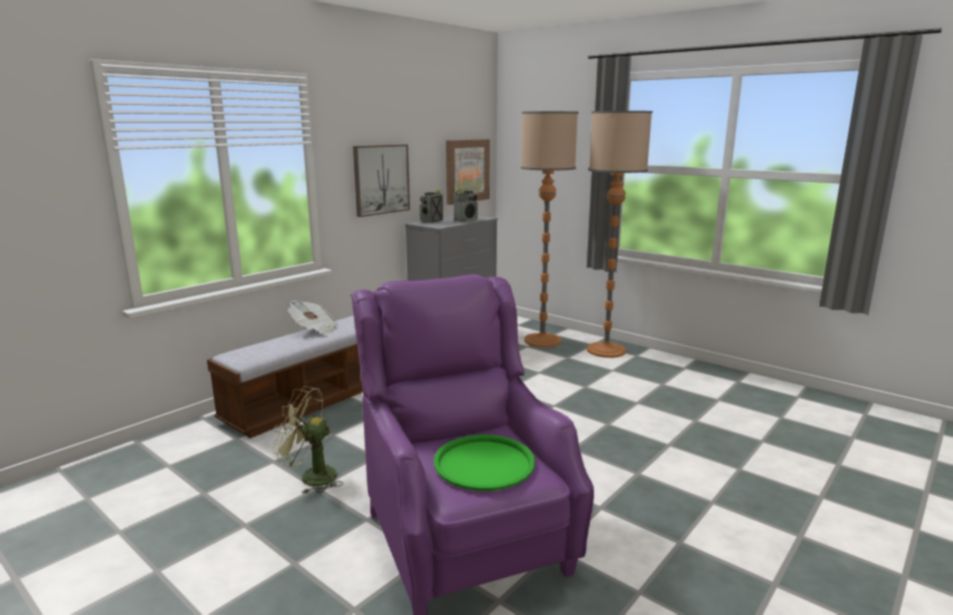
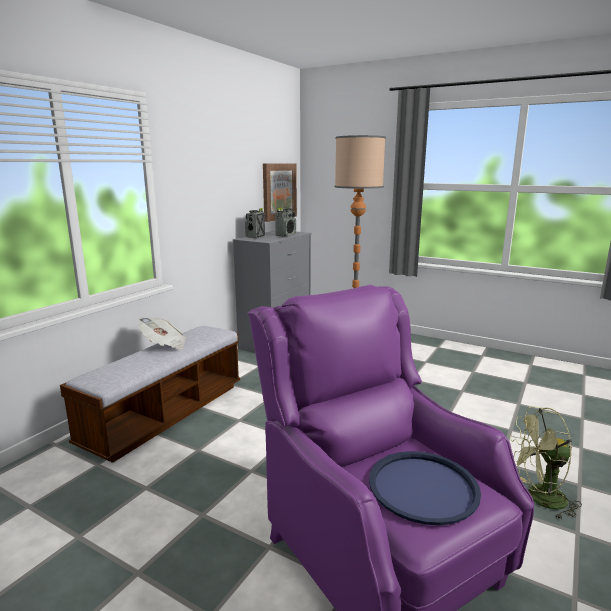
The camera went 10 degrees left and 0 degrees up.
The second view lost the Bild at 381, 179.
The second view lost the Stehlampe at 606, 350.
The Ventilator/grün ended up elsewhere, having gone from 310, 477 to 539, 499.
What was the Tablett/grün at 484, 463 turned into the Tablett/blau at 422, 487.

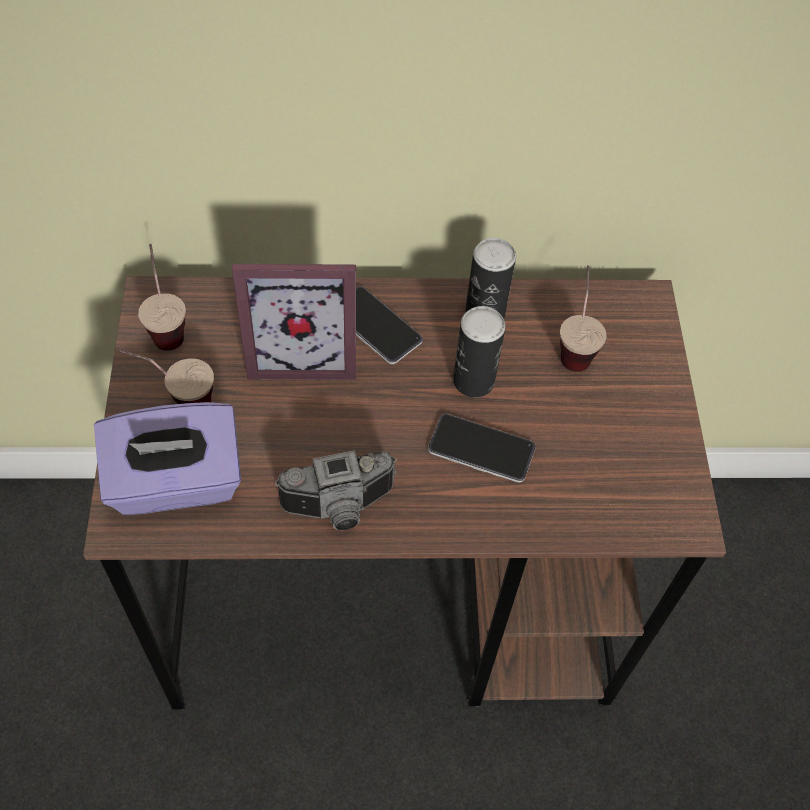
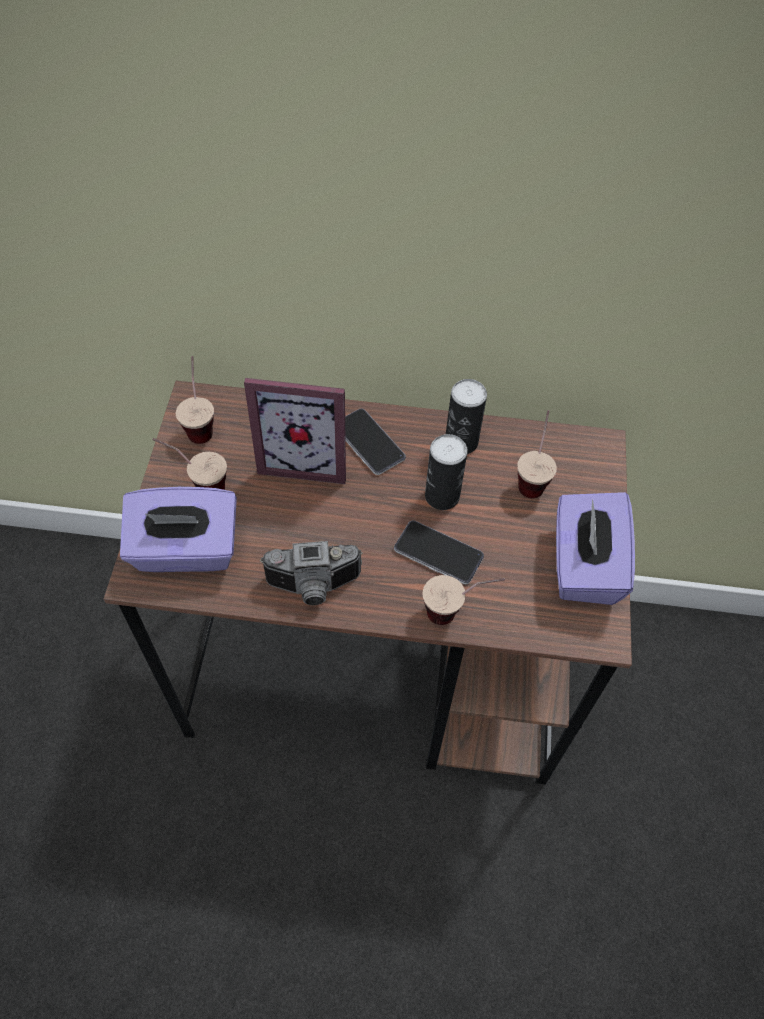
The camera went 10 degrees right and 0 degrees up.
The second view gained the Tasse at 458, 612.
The second view gained the Taschentuchbox/lila at 583, 565.

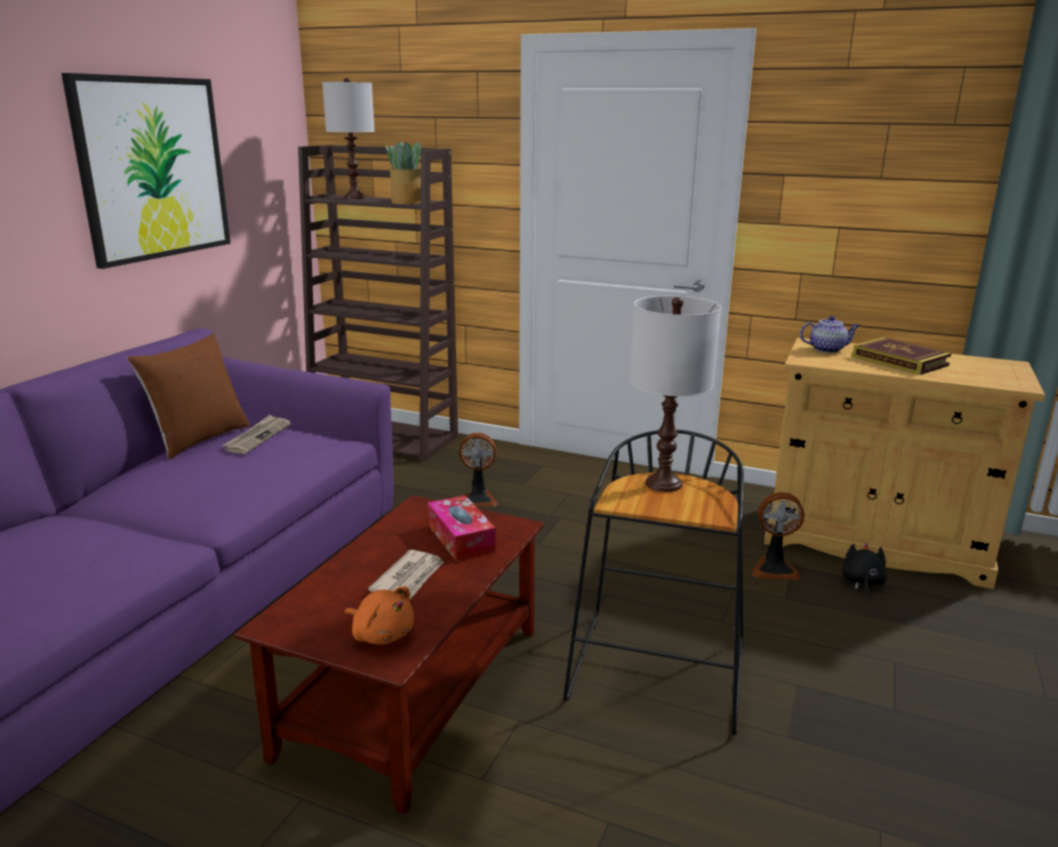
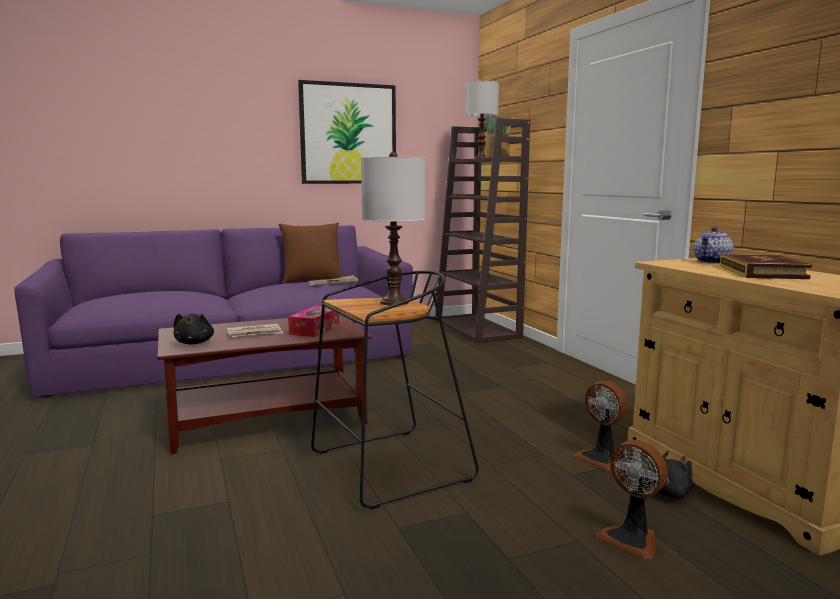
The camera went 45 degrees right and 10 degrees down.
The Ventilator ended up elsewhere, having gone from 478, 499 to 632, 539.
What was the Plüschtier/orange at 381, 634 turned into the Plüschtier/schwarz at 195, 343.
The Teekanne at 827, 349 ended up facing another way, 90 degrees clockwise from before.

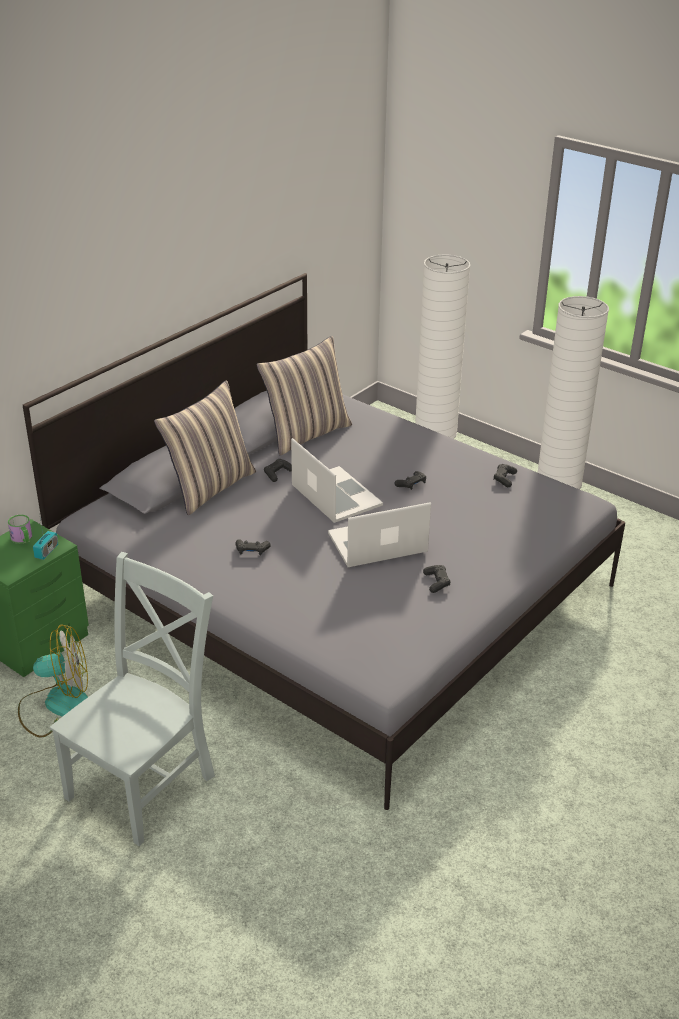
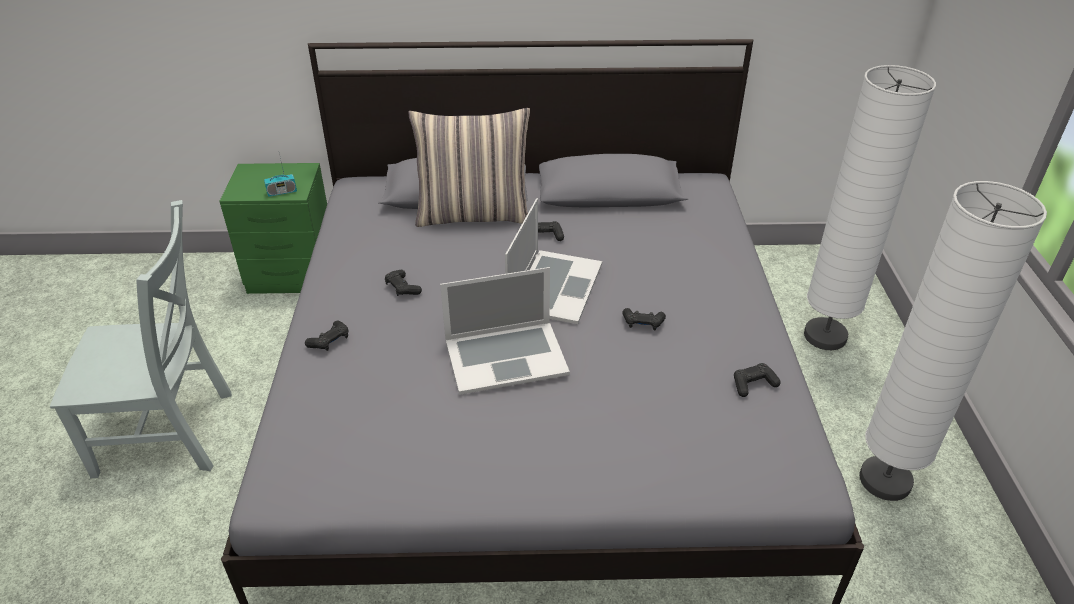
The camera went 50 degrees right and 5 degrees up.
The second view lost the Henkelbecher at 23, 539.
The second view lost the Ventilator at 56, 705.
The second view lost the Kissen at 306, 433.
The Gamepad/schwarz ended up elsewhere, having gone from 436, 582 to 329, 341.
The Laptop at 377, 543 ended up facing another way, 135 degrees clockwise from before.

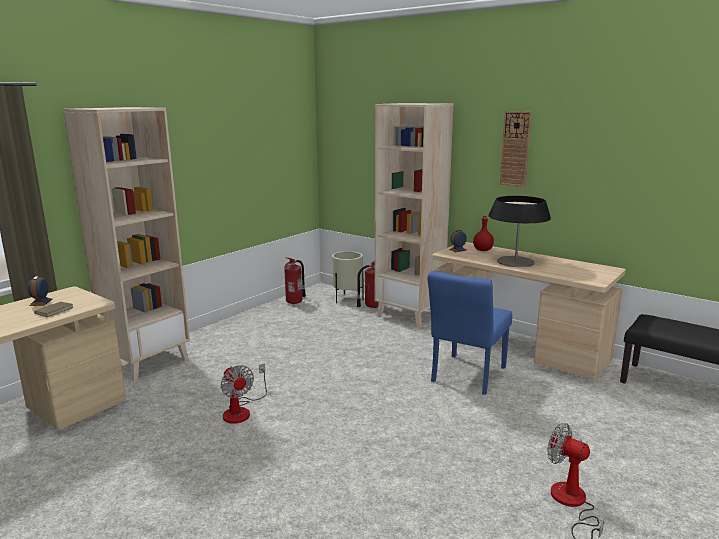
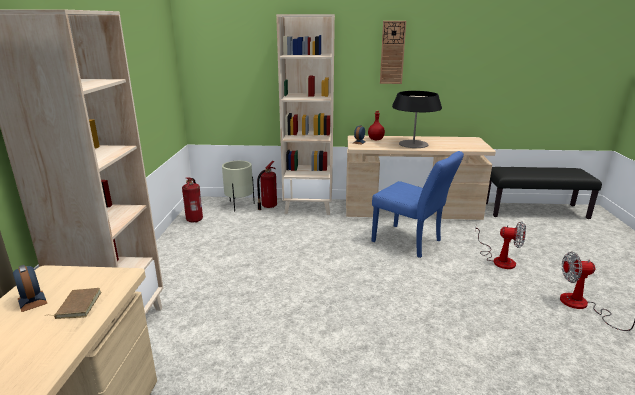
The camera went 35 degrees left and 5 degrees up.
The Ventilator ended up elsewhere, having gone from 241, 410 to 499, 259.
The Stuhl/blau at 466, 377 ended up facing another way, 45 degrees counterclockwise from before.

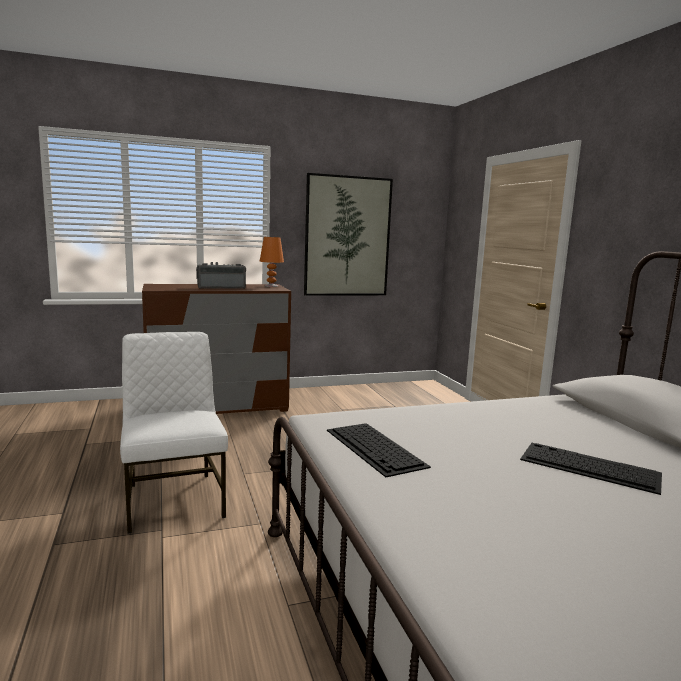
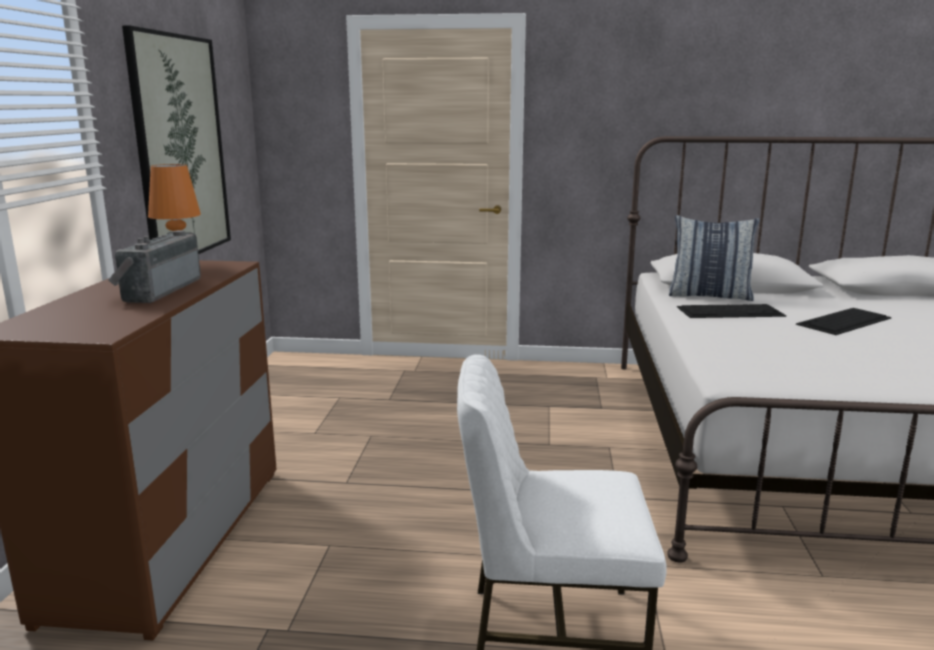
The camera went 65 degrees left and 5 degrees up.
The second view gained the Kissen at 709, 295.
The Tastatur ended up elsewhere, having gone from 376, 448 to 731, 311.

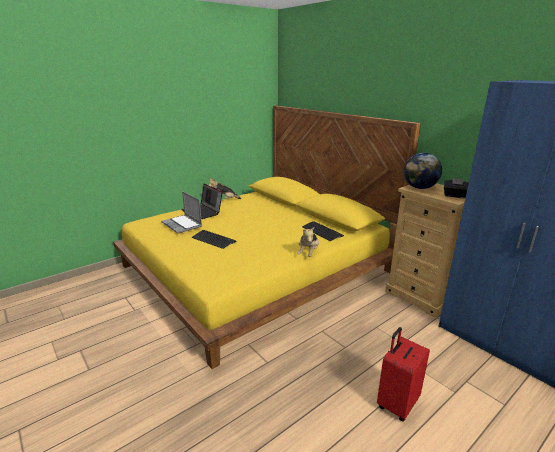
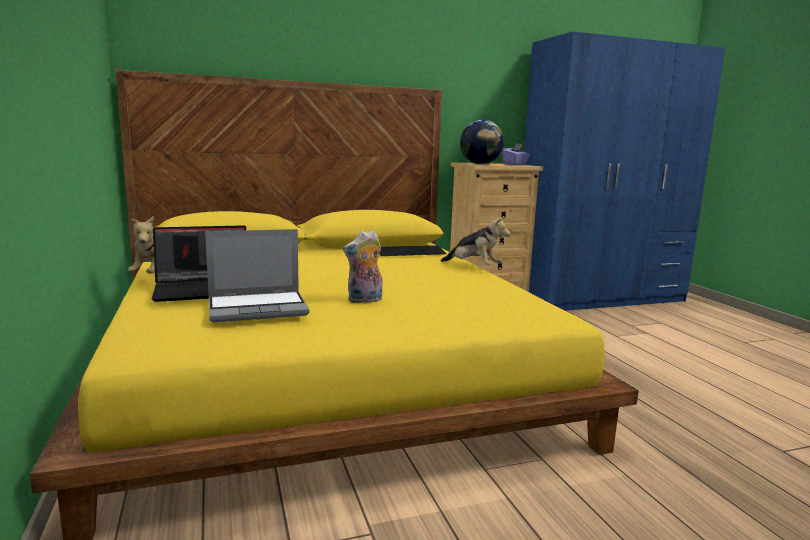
The camera went 70 degrees left and 10 degrees down.
The second view lost the Koffer/rot at 397, 403.
Where the Tastatur stood at 213, 239, the Plüschtier came to stand at 365, 300.
What was the Taschentuchbox/schwarz at 454, 196 turned into the Taschentuchbox/lila at 515, 164.

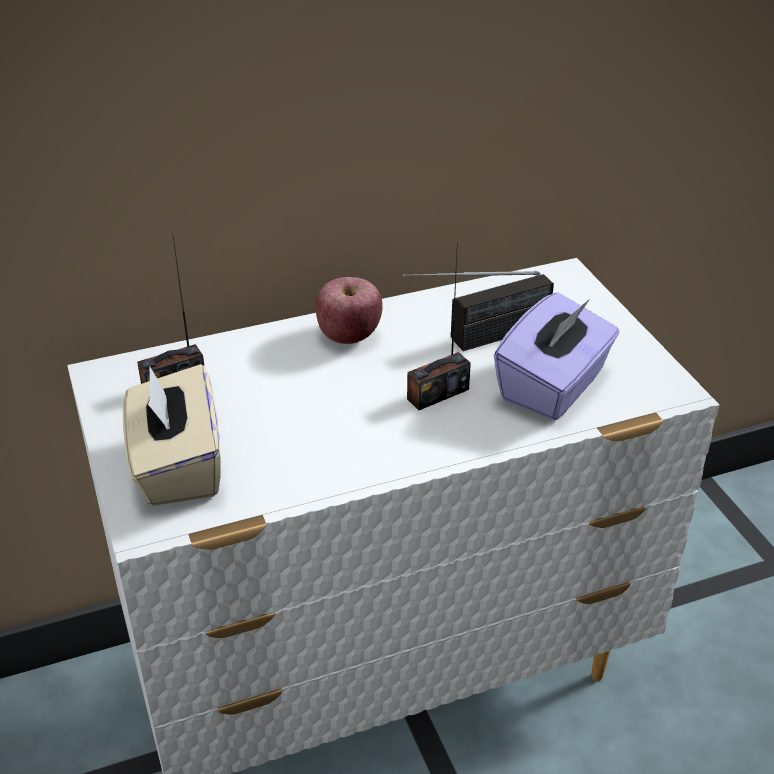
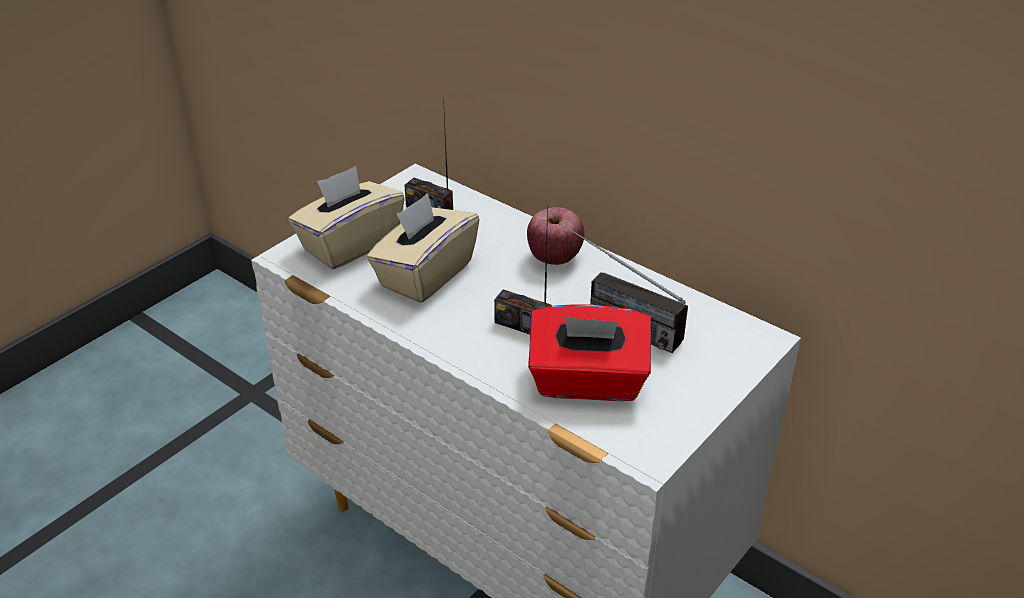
The camera went 60 degrees right and 0 degrees up.
The second view gained the Taschentuchbox/beige at 425, 274.
What was the Taschentuchbox/lila at 553, 387 turned into the Taschentuchbox/rot at 587, 382.

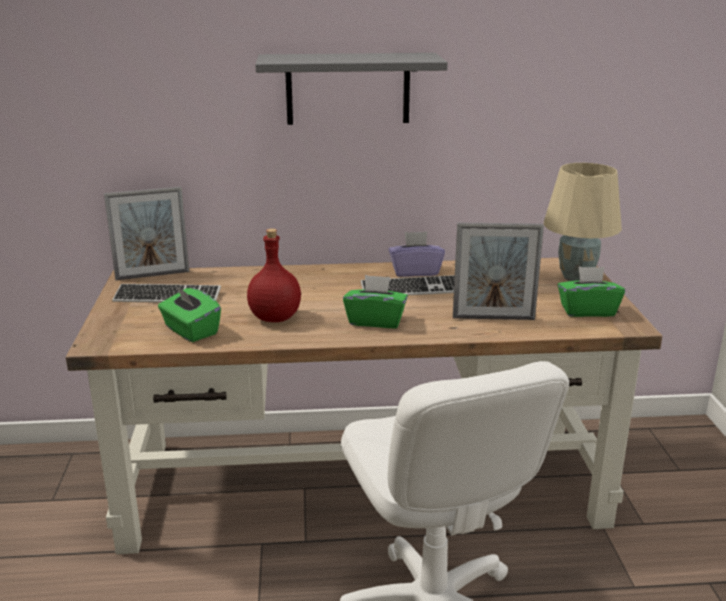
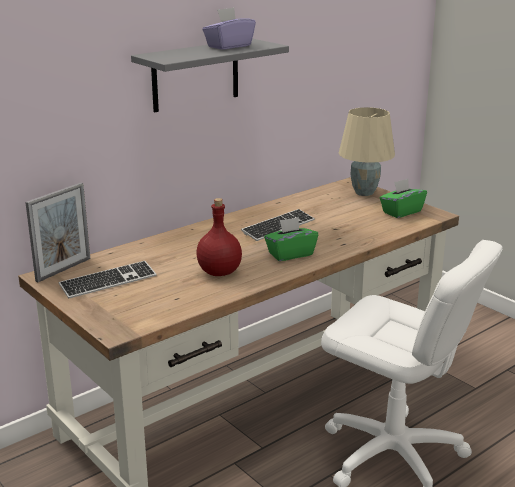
The camera went 35 degrees left and 0 degrees up.
The second view lost the Taschentuchbox/grün at 190, 331.
The second view lost the Bilderrahmen at 493, 318.
The Taschentuchbox/lila ended up elsewhere, having gone from 415, 271 to 229, 46.

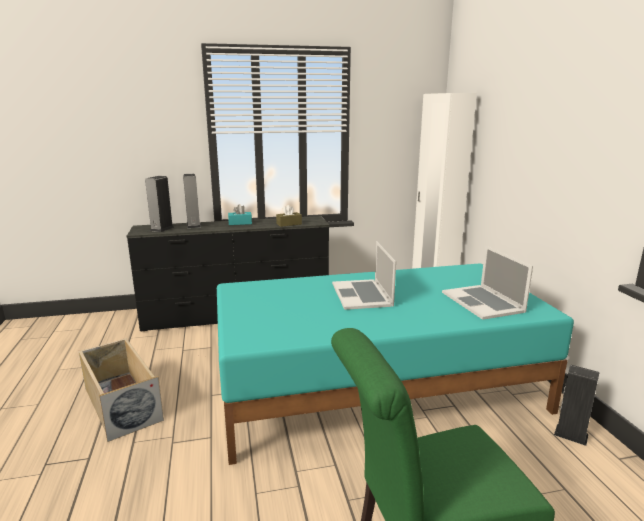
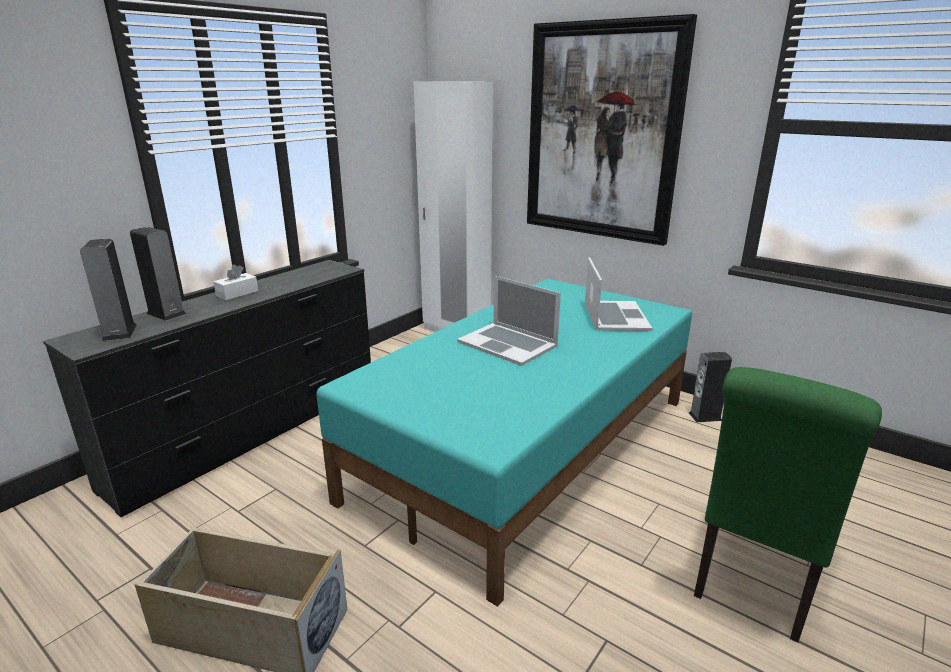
The camera went 40 degrees left and 5 degrees up.
The second view lost the Taschentuchbox/braun at 289, 224.
The second view gained the Bild at 602, 133.
What was the Taschentuchbox/türkis at 240, 223 turned into the Taschentuchbox/weiß at 237, 293.
The Laptop at 482, 302 ended up facing another way, 120 degrees counterclockwise from before.

